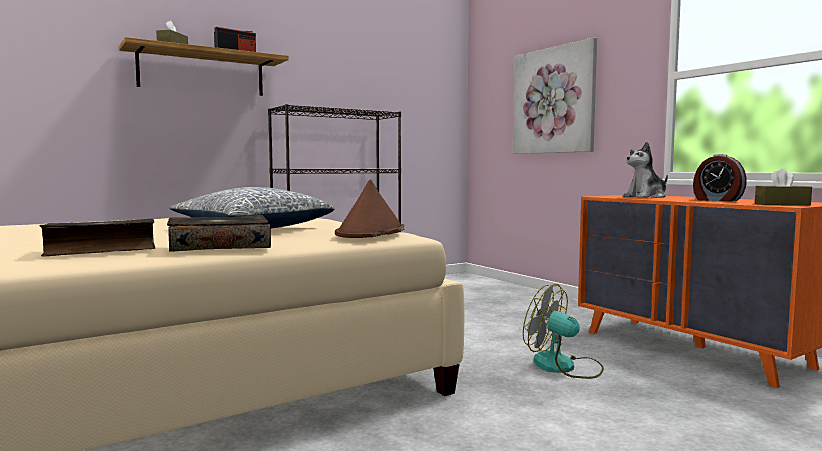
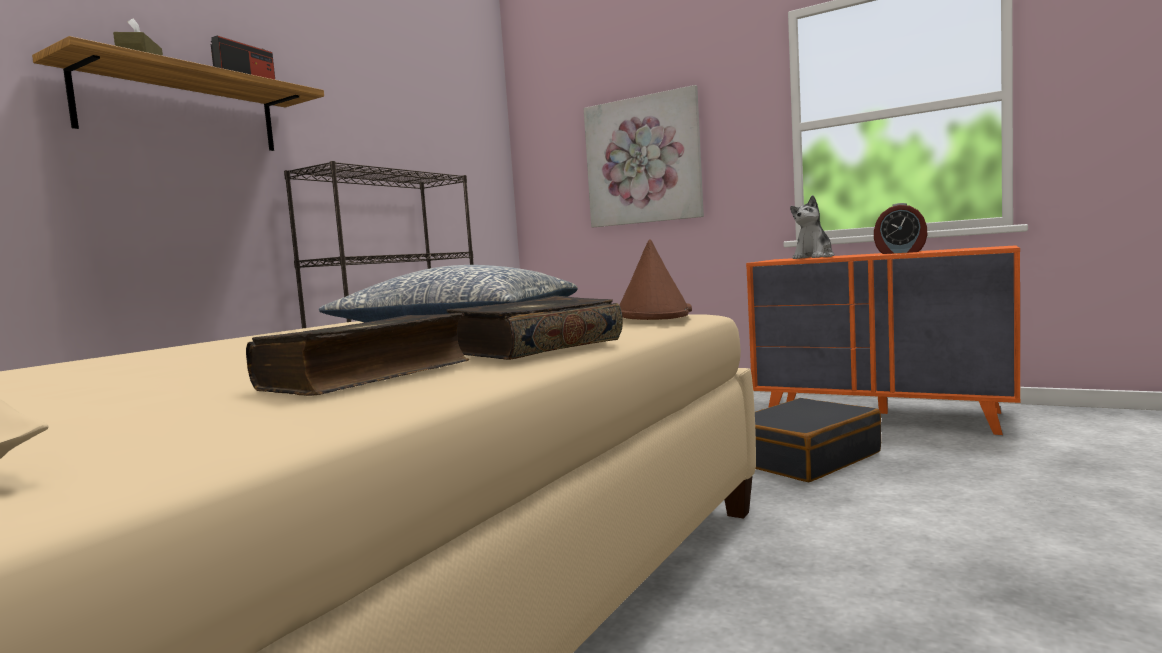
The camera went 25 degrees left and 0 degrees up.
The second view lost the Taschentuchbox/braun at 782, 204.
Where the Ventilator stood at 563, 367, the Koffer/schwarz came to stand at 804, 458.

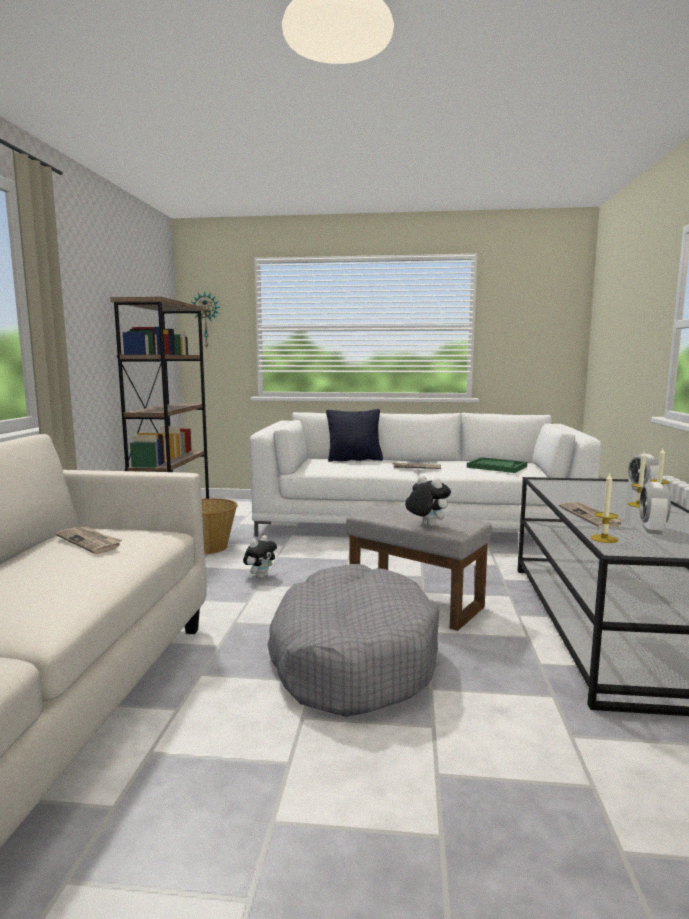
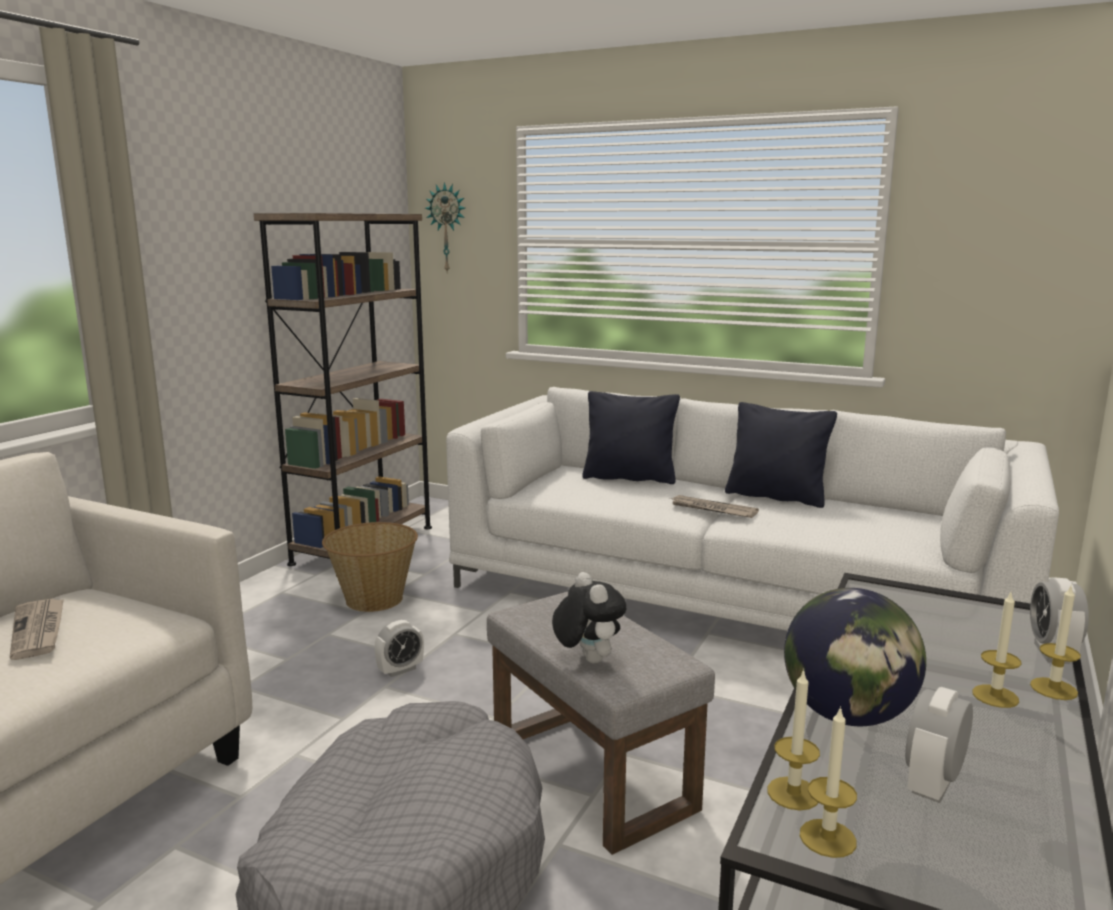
The camera went 20 degrees right and 5 degrees up.
The second view lost the Tablett/grün at 496, 467.
The second view gained the Kissen/schwarz at 776, 497.
The second view gained the Kerze at 827, 838.
Where the Plüschtier stood at 260, 576, the Wecker came to stand at 400, 670.
Where the Zeitung stood at 590, 516, the Globus came to stand at 847, 716.

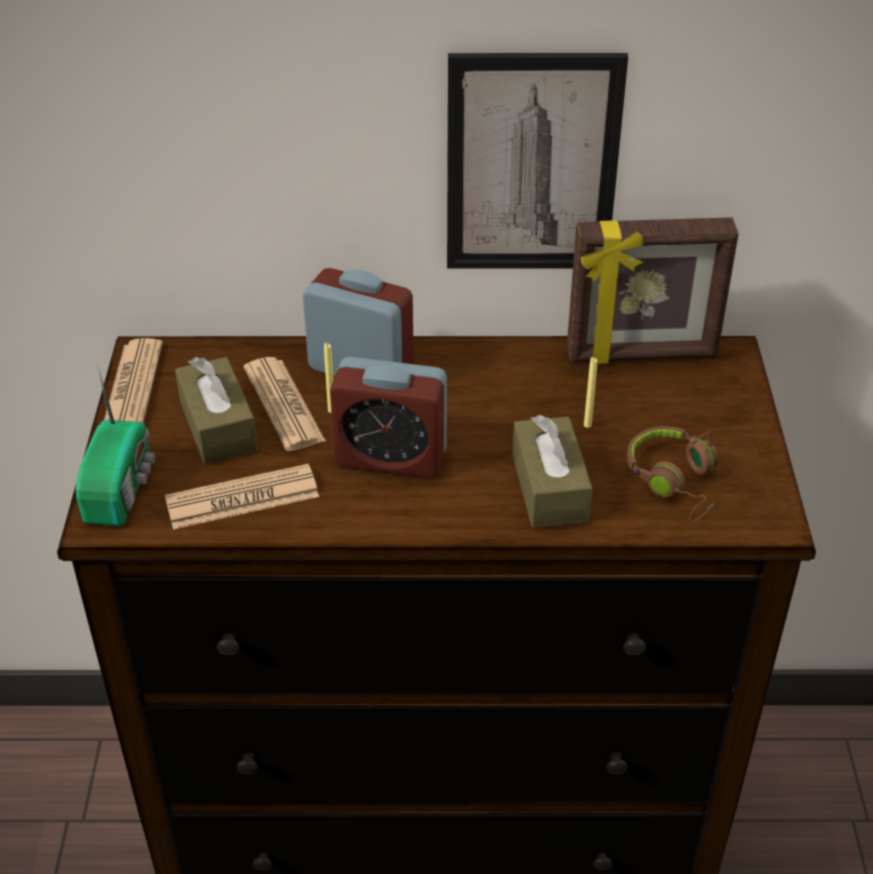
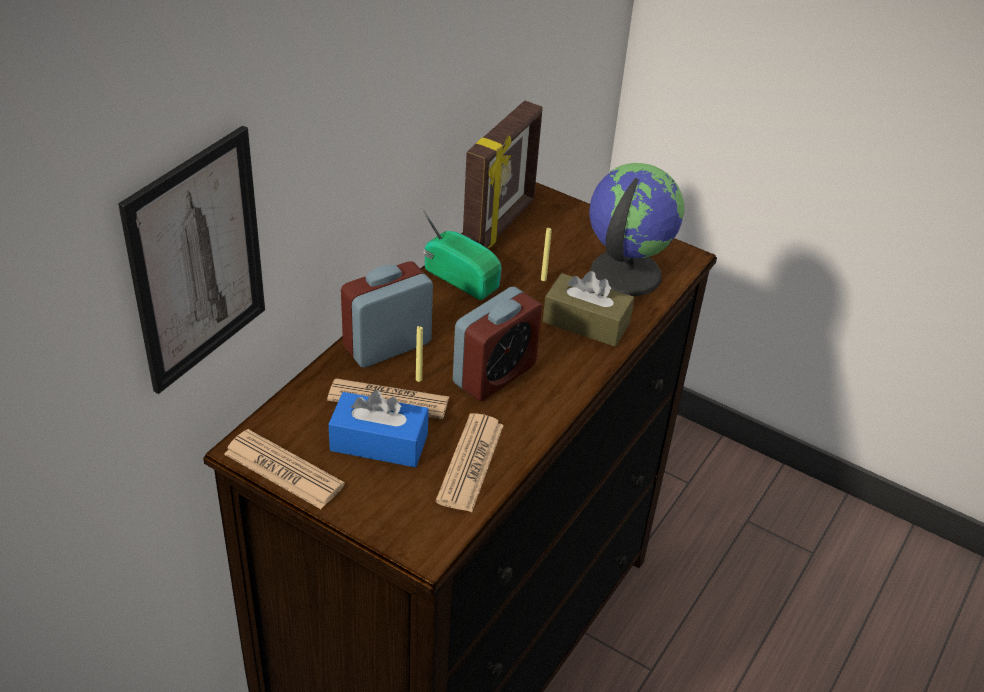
The camera went 60 degrees left and 0 degrees up.
The Radio ended up elsewhere, having gone from 122, 487 to 461, 277.
The Bild ended up elsewhere, having gone from 532, 164 to 197, 261.
Where the Kopfhörer/braun stood at 675, 481, the Globus came to stand at 624, 273.
What was the Taschentuchbox/braun at 218, 426 turned into the Taschentuchbox/blau at 379, 442.

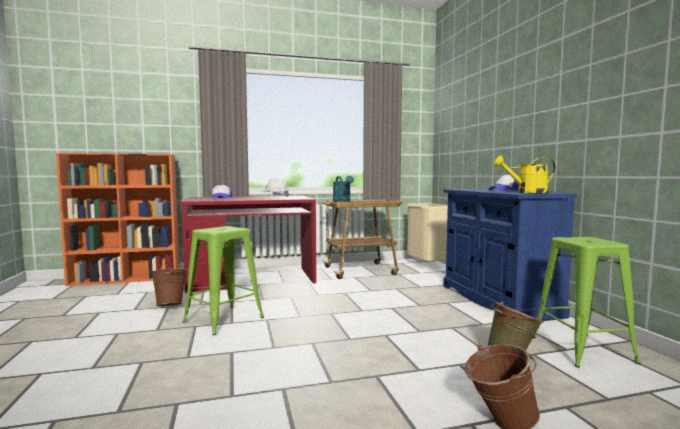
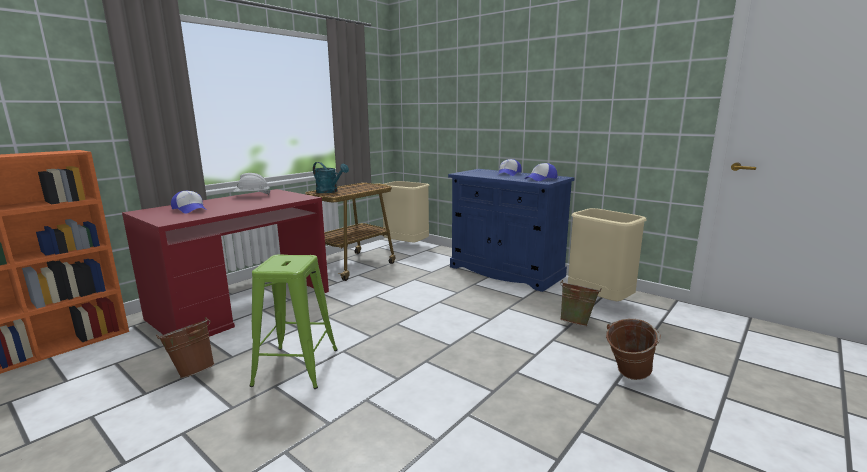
The camera went 35 degrees left and 10 degrees up.
Where the Gießkanne/gelb stood at 526, 192, the Kappe came to stand at 541, 179.
Where the Hocker/grün stood at 581, 349, the Mülleimer/beige came to stand at 600, 301.

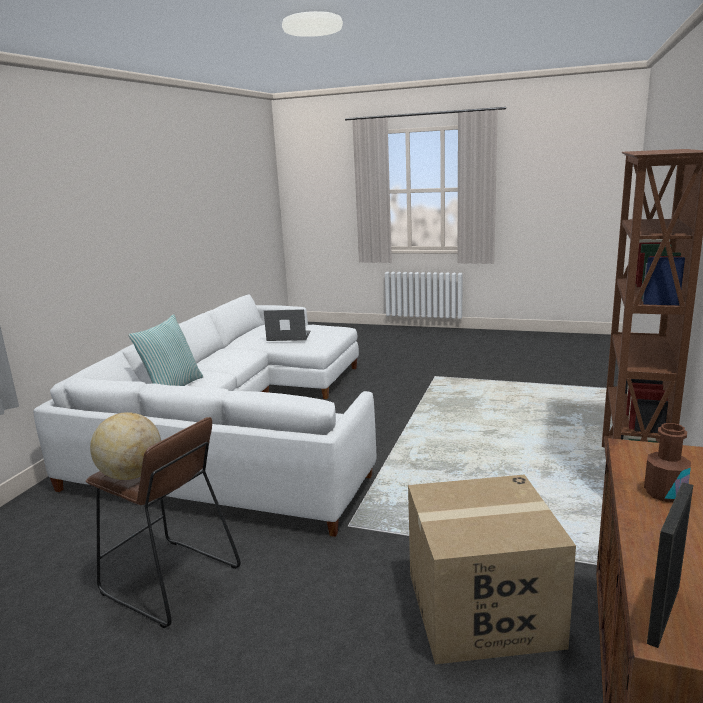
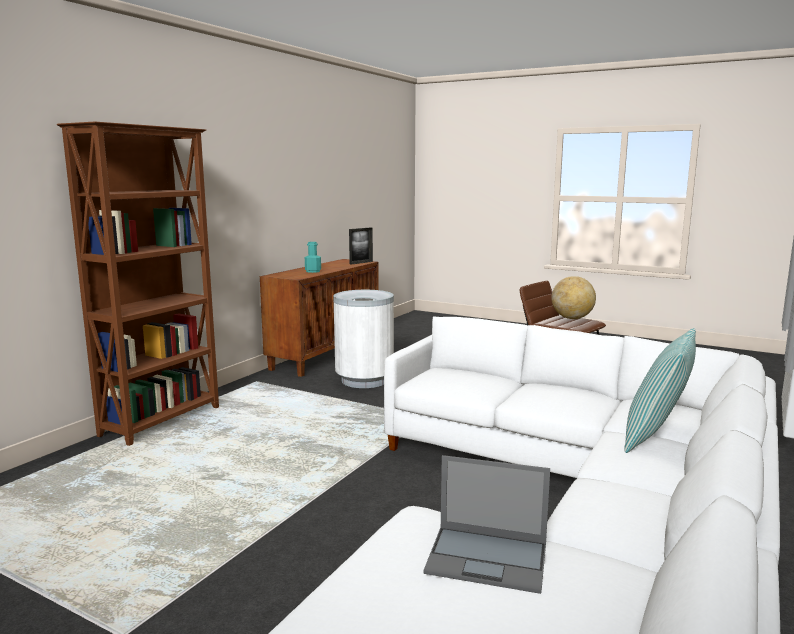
The camera went 170 degrees left and 5 degrees down.
Where the Karton stood at 482, 609, the Mülleimer/weiß came to stand at 364, 380.
What was the Flasche/braun at 664, 493 turned into the Flasche/türkis at 313, 271.

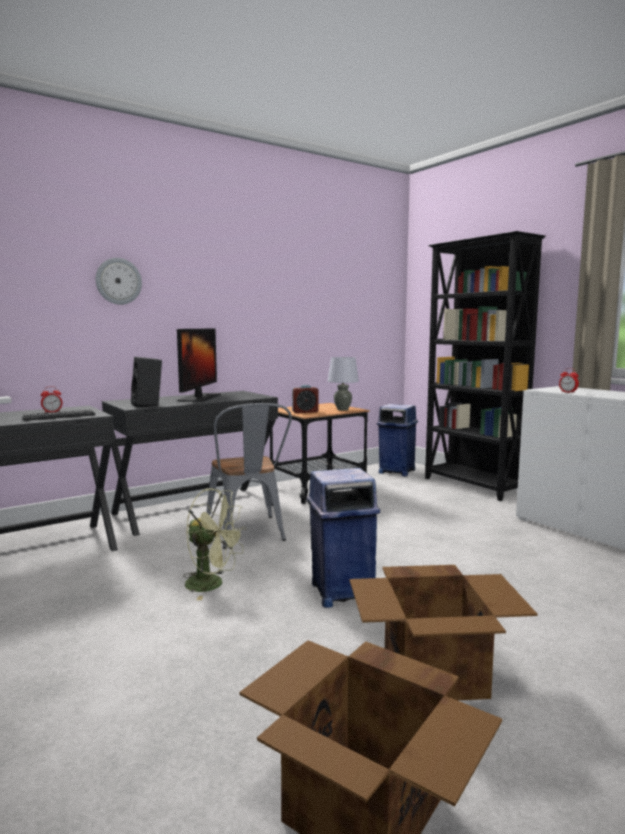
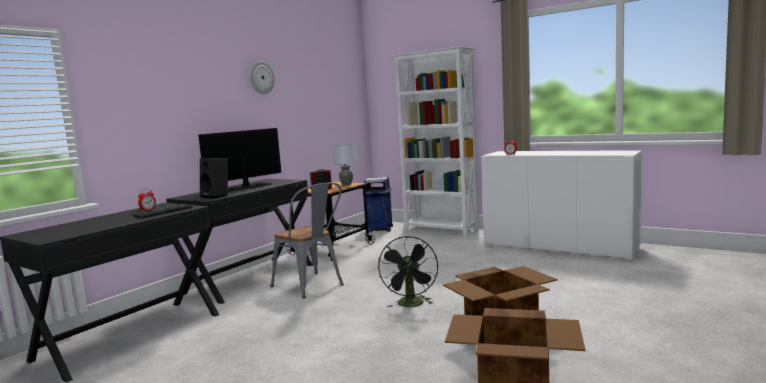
The camera went 20 degrees left and 0 degrees up.
The second view lost the Ventilator/grün at 212, 585.
The Wanduhr ended up elsewhere, having gone from 118, 281 to 261, 77.
Where the Mülleimer/blau stood at 341, 592, the Ventilator/schwarz came to stand at 411, 305.
What was the Bücherregal/schwarz at 473, 486 turned into the Bücherregal/weiß at 441, 230.
The Monitor at 199, 398 ended up facing another way, 120 degrees counterclockwise from before.

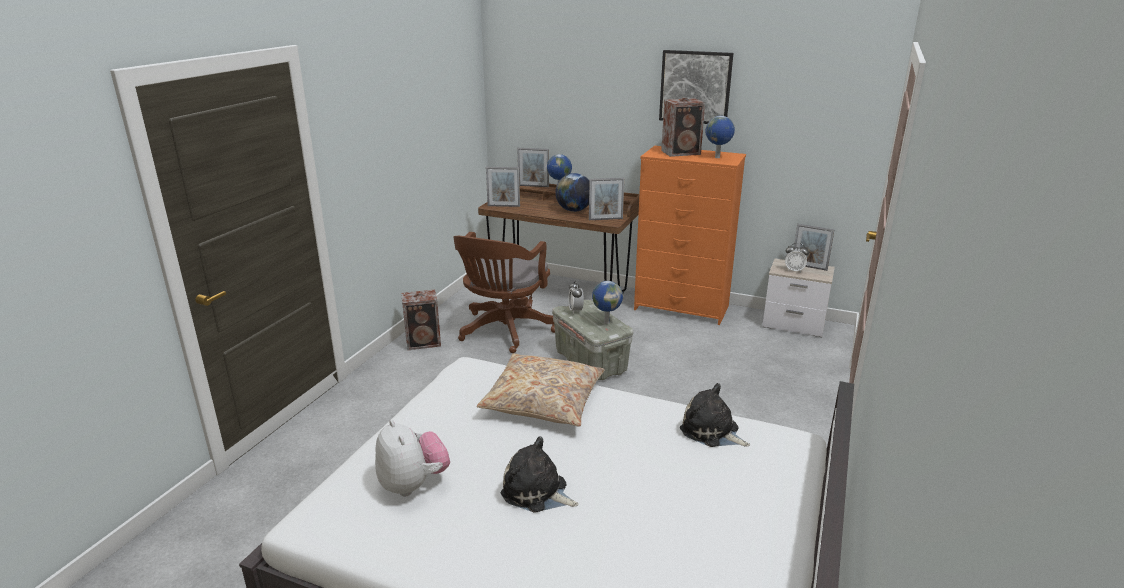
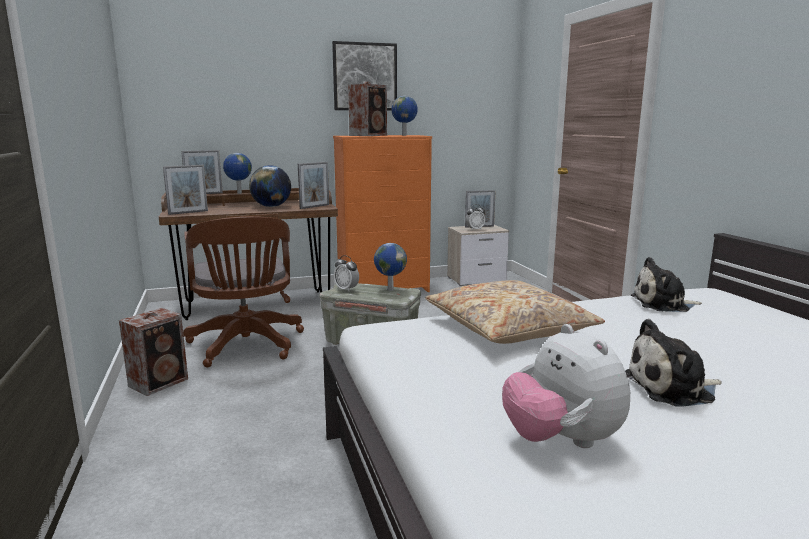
The camera went 40 degrees left and 10 degrees down.
The Plüschtier at 413, 484 ended up facing another way, 135 degrees counterclockwise from before.

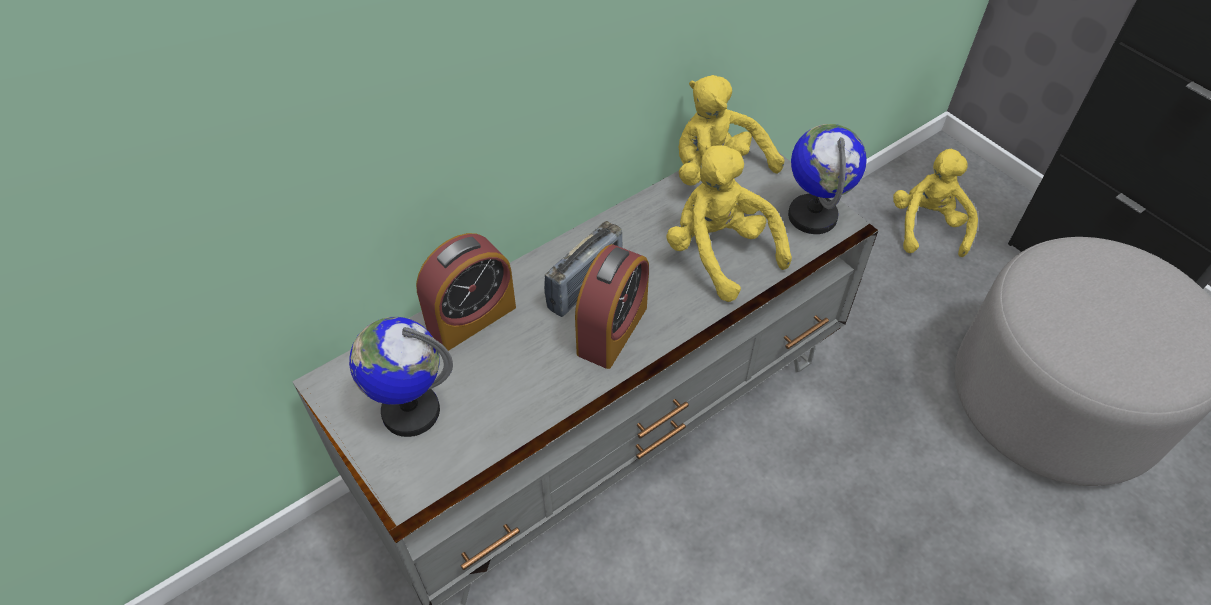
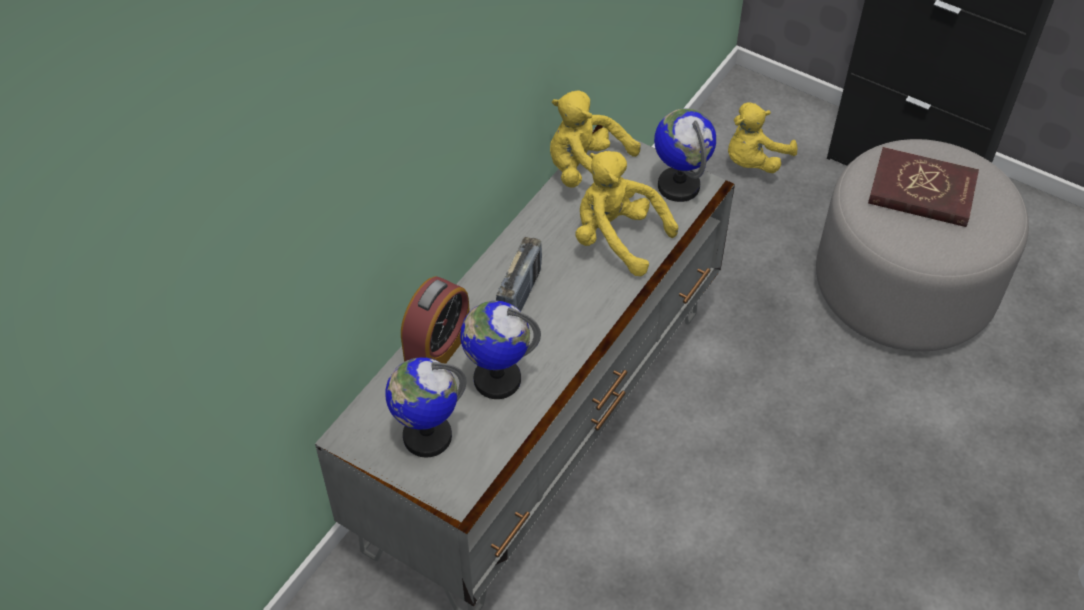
The camera went 20 degrees left and 0 degrees up.
The second view lost the Wecker at 612, 330.
The second view gained the Globus at 496, 379.
The second view gained the Buch/rot at 921, 191.
The Plüschtier/gelb at 927, 226 ended up facing another way, 120 degrees counterclockwise from before.

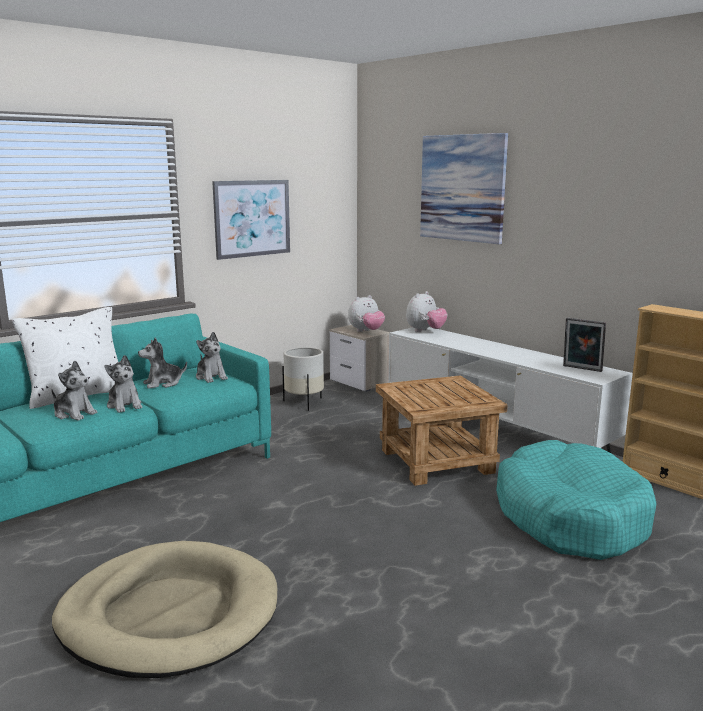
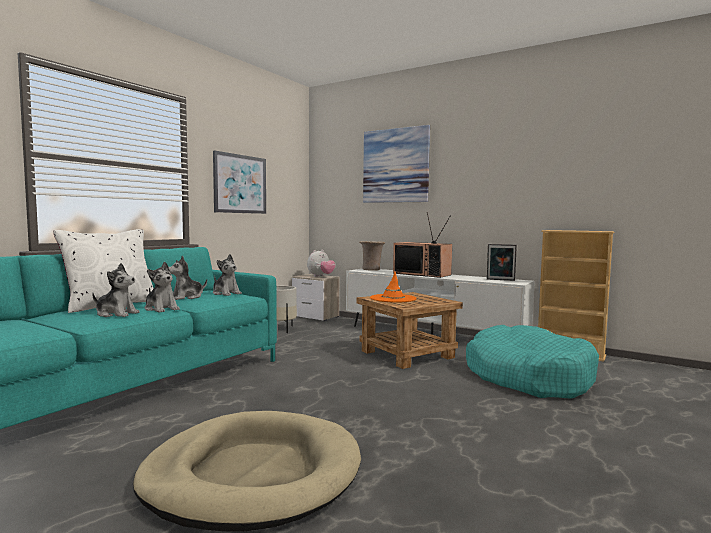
The camera went 15 degrees left and 10 degrees down.
The second view gained the Hut/orange at 393, 298.
The second view gained the Fernseher at 423, 274.
Where the Plüschtier stood at 425, 331, the Vase/beige came to stand at 371, 269.

